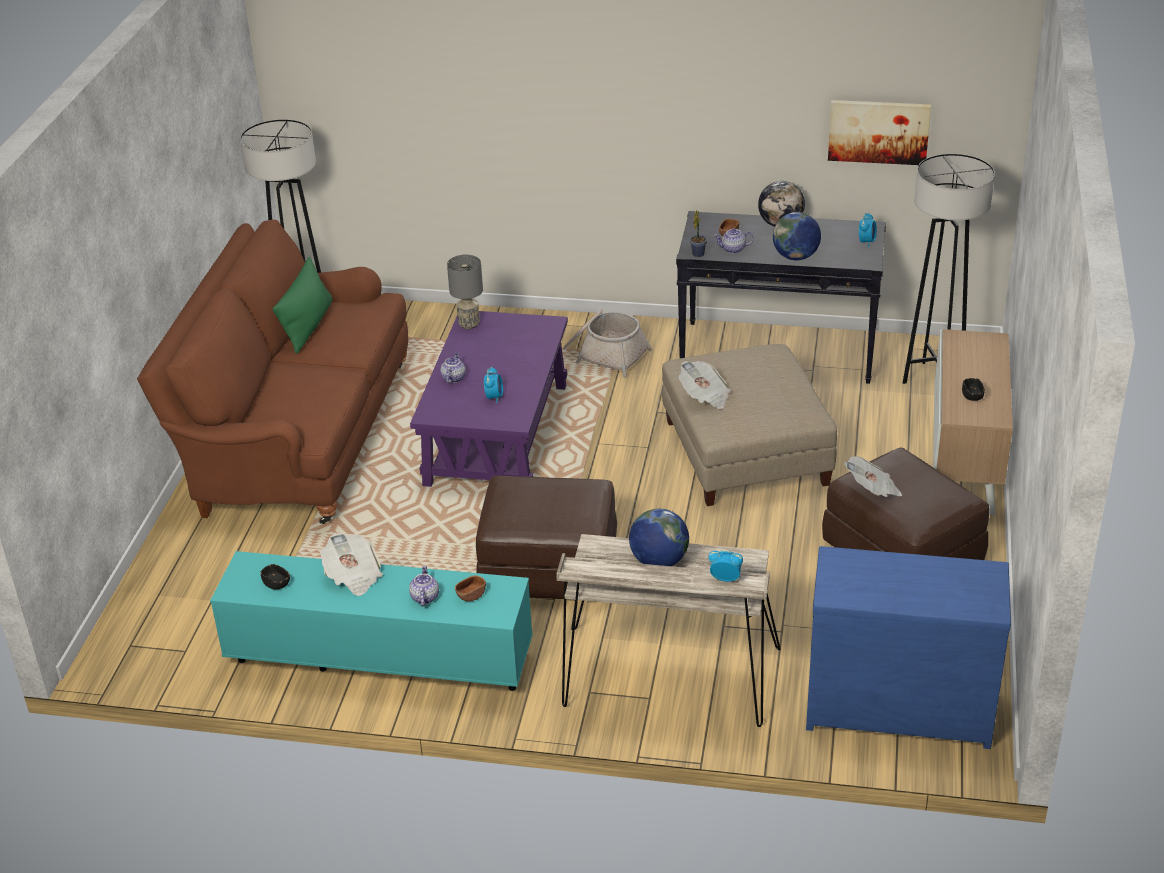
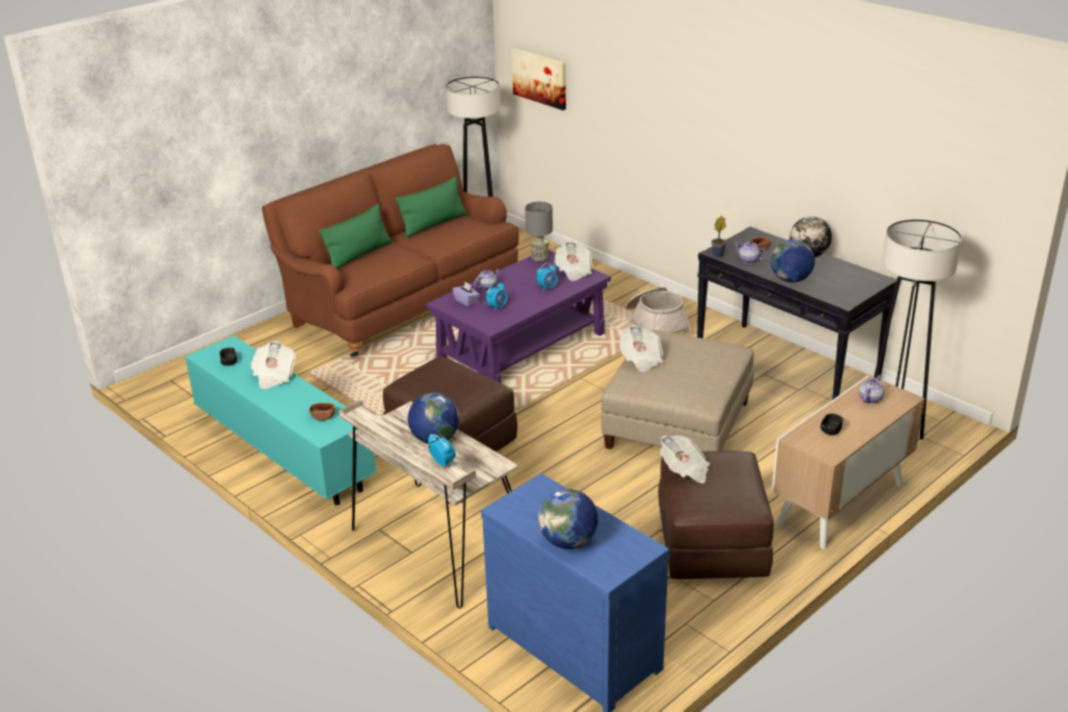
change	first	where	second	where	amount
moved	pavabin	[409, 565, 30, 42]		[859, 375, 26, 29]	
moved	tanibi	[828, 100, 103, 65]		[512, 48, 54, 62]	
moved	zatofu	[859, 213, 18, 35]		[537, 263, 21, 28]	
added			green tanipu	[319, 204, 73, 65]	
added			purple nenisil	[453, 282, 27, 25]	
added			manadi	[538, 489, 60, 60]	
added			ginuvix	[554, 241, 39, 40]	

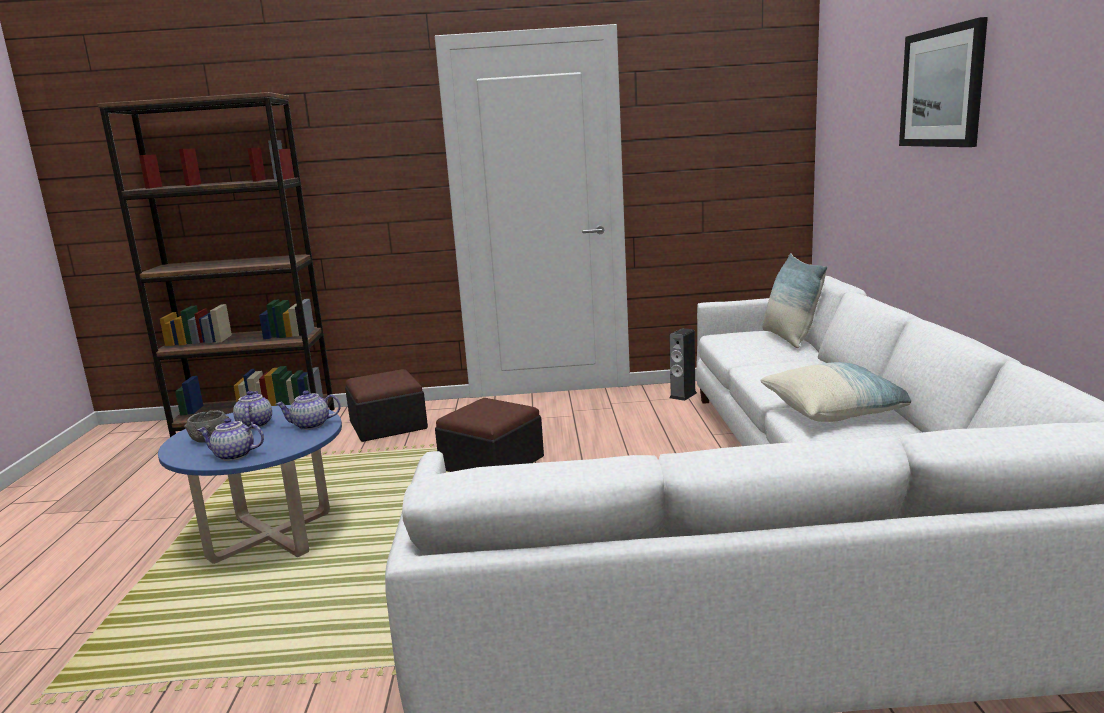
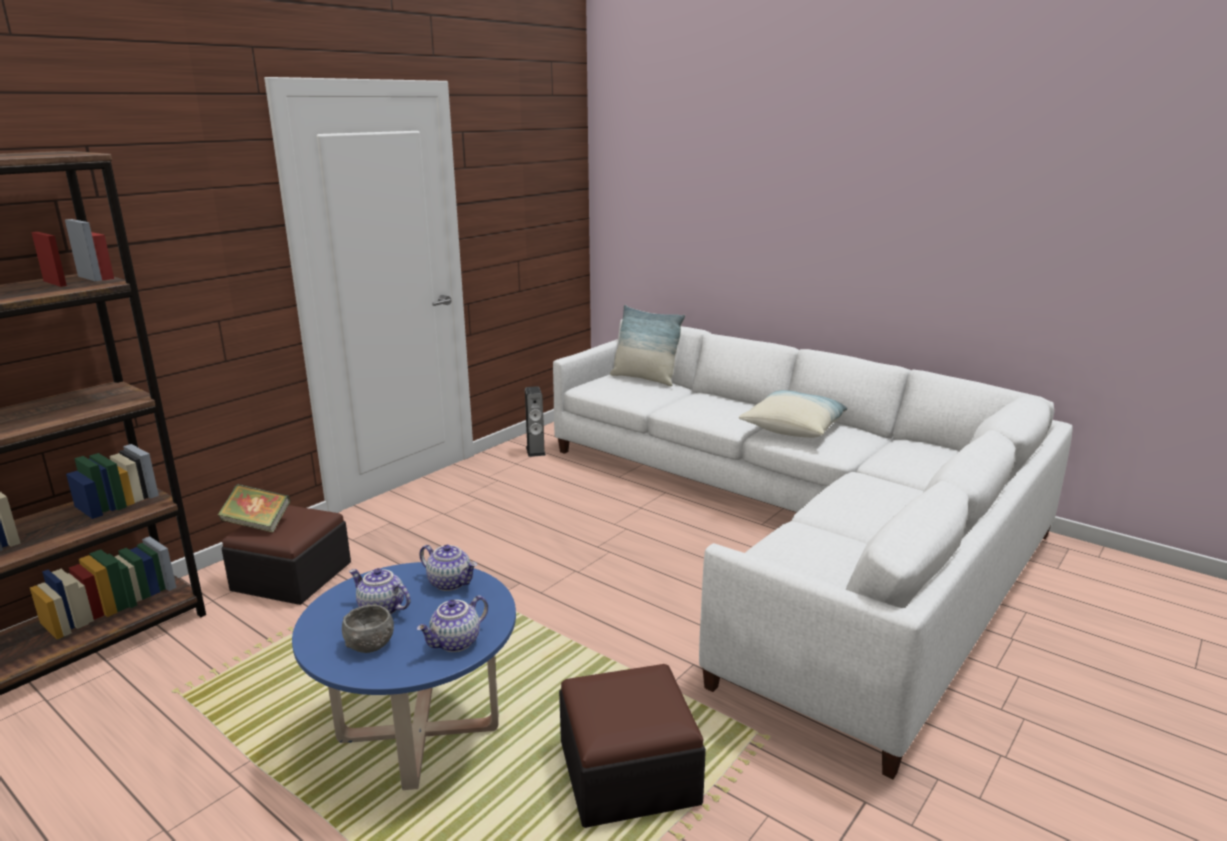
change	first	where	second	where	amount
turned	pavabin	[275, 391, 66, 39]		[419, 545, 58, 46]	90 degrees counterclockwise
moved	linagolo	[435, 398, 109, 74]		[559, 664, 147, 164]	
removed	tanibi	[899, 17, 89, 130]			
added			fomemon	[218, 484, 72, 49]	

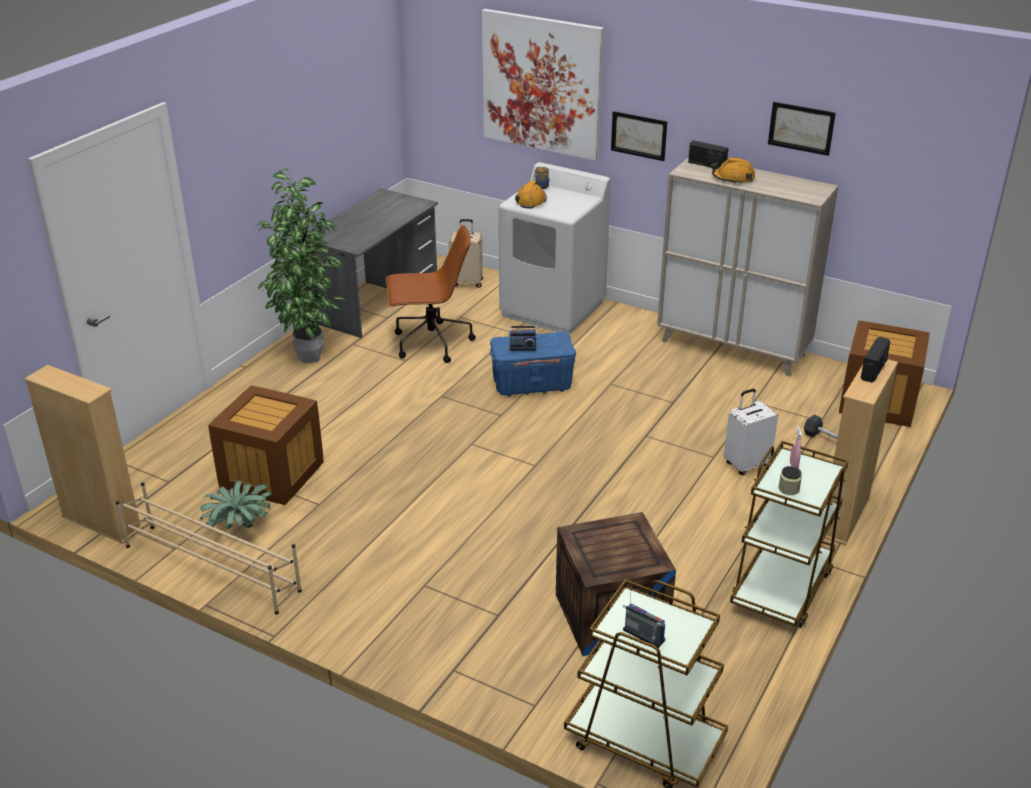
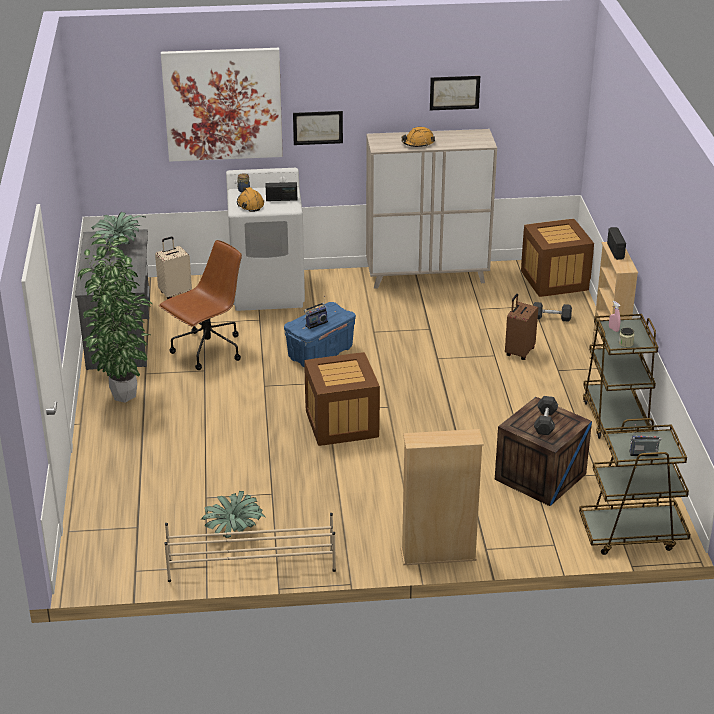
change	first	where	second	where	amount
moved	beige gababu	[24, 365, 119, 179]		[401, 429, 83, 136]	
moved	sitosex	[208, 385, 116, 120]		[305, 352, 75, 94]	
moved	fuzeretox	[688, 140, 40, 28]		[265, 182, 32, 19]	
recoloured	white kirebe	[724, 389, 54, 86]	brown kirebe	[505, 294, 33, 66]	
added			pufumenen	[91, 212, 54, 33]	
added			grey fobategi	[534, 396, 24, 39]	

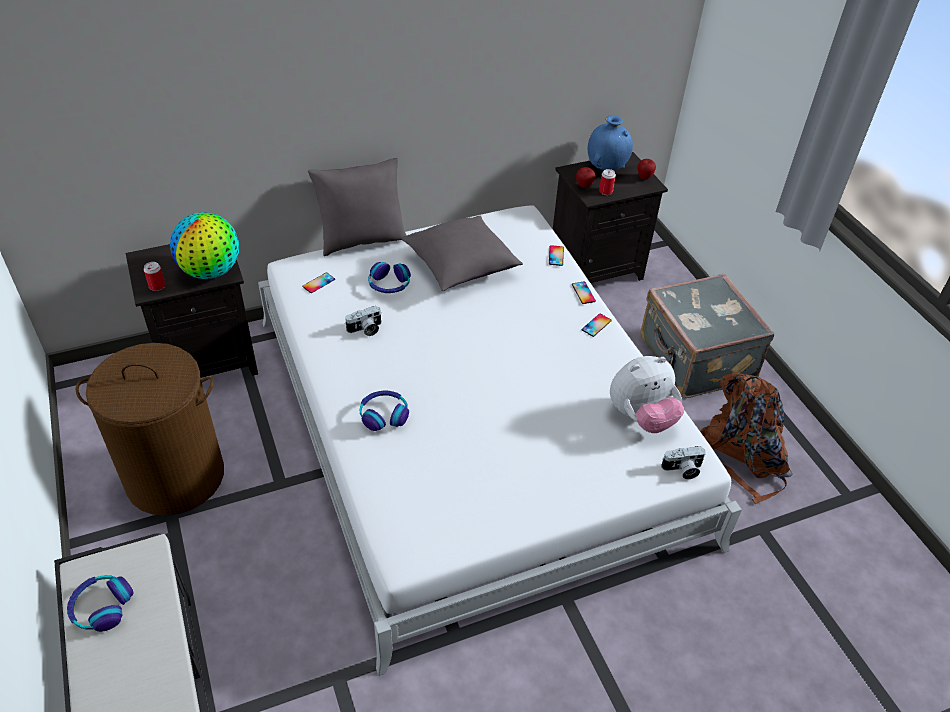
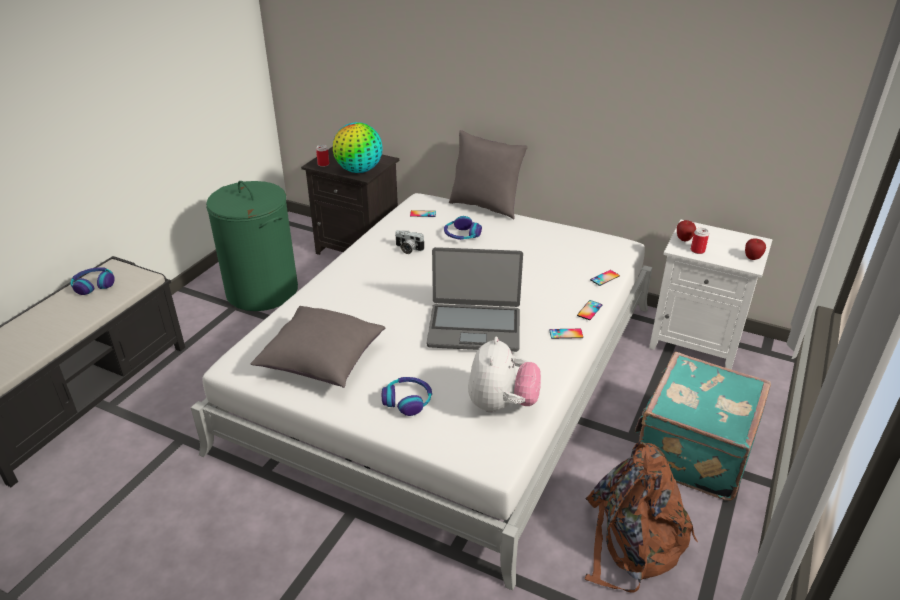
change	first	where	second	where	amount
recoloured	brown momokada	[75, 343, 149, 173]	green momokada	[206, 181, 92, 130]	
moved	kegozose	[360, 390, 49, 41]		[382, 377, 50, 39]	
moved	grey tanipu	[401, 216, 122, 75]		[251, 306, 134, 82]	
recoloured	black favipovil	[553, 152, 115, 131]	white favipovil	[649, 219, 124, 150]	
removed	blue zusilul	[588, 115, 45, 55]			
turned	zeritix	[610, 356, 74, 77]		[468, 337, 73, 76]	105 degrees counterclockwise
recoloured	grey kirebe	[640, 273, 134, 125]	turquoise kirebe	[635, 352, 136, 149]	
removed	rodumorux	[661, 446, 45, 33]			
added			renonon	[427, 247, 96, 105]	

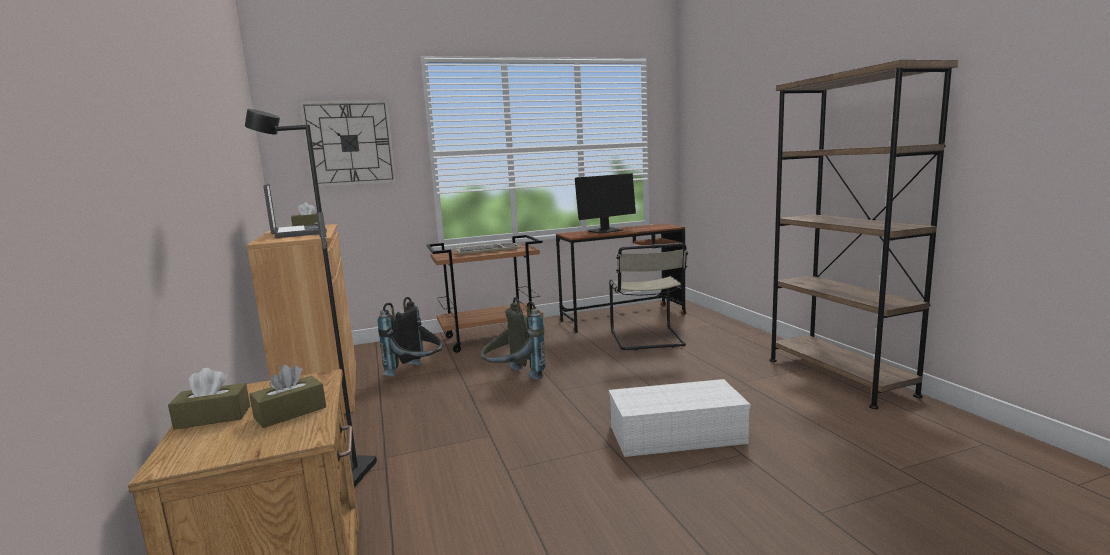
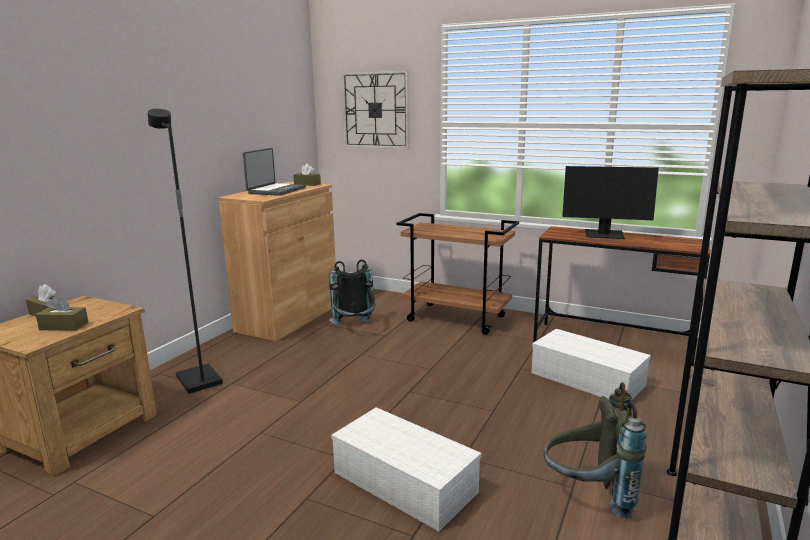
change	first	where	second	where	amount
removed	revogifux	[455, 242, 66, 12]			
moved	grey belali	[481, 297, 65, 83]		[543, 382, 104, 137]	
replaced	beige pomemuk	[609, 243, 79, 107]	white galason	[531, 329, 120, 71]	

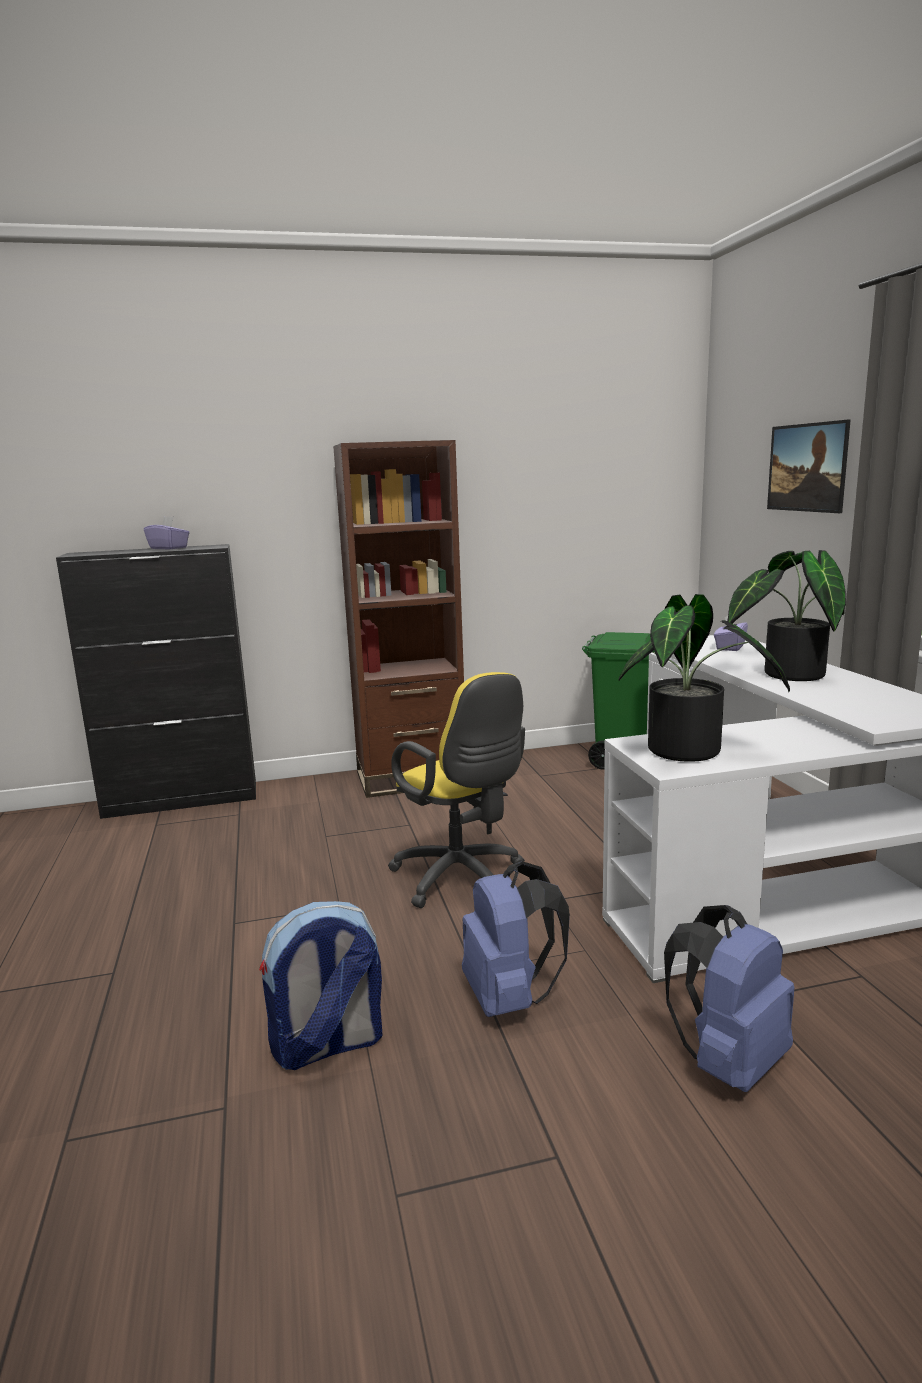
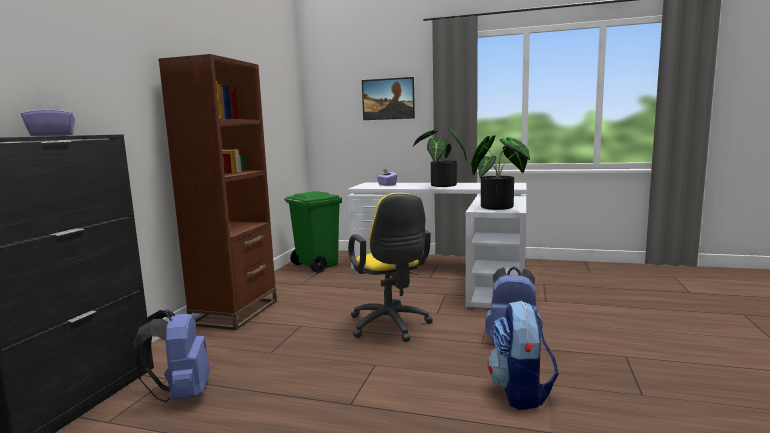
change	first	where	second	where	amount
turned	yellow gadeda	[388, 672, 137, 236]		[348, 193, 85, 149]	75 degrees clockwise
moved	blue belali	[664, 905, 130, 187]		[133, 310, 77, 92]	

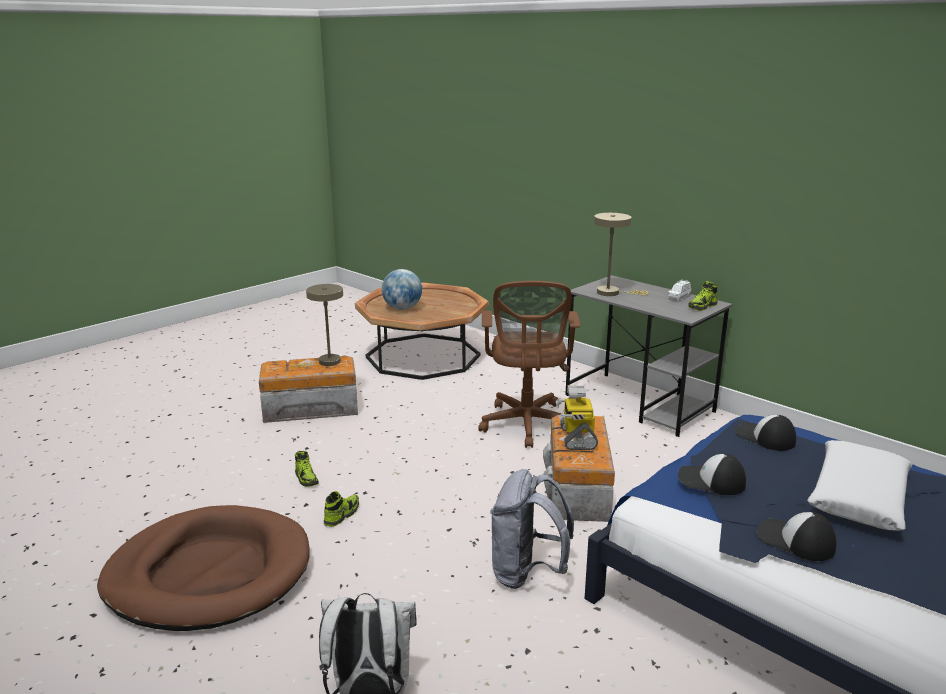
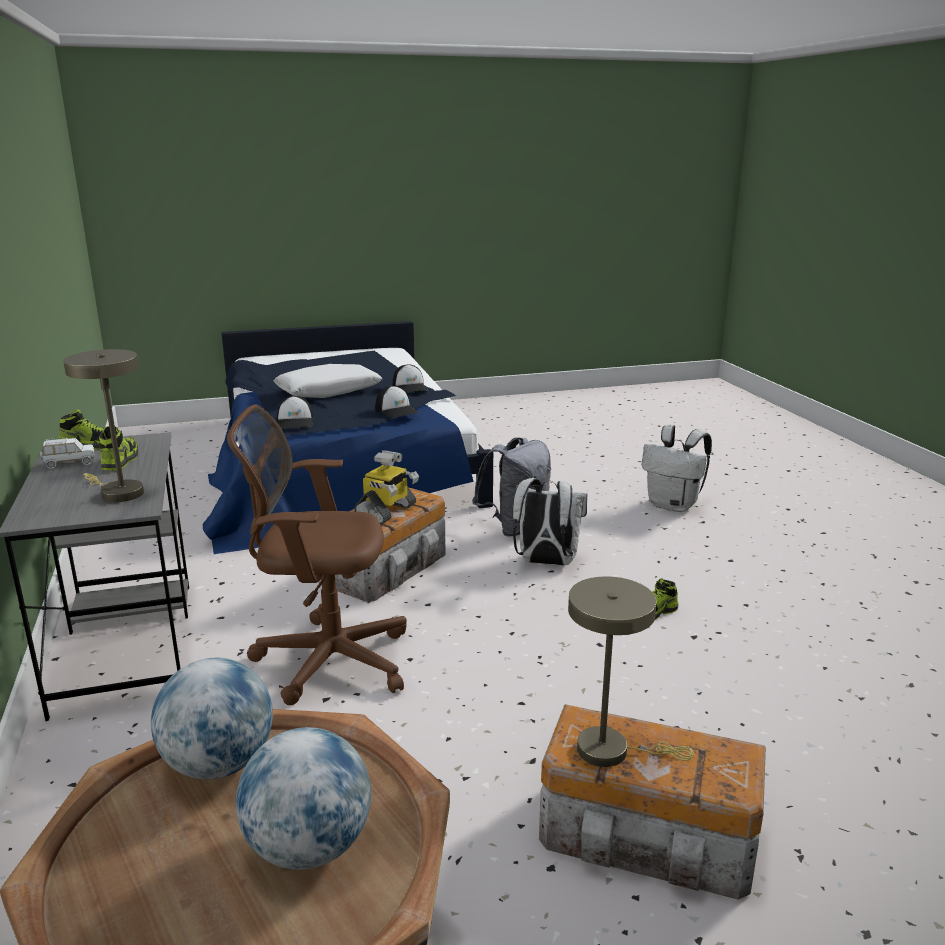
change	first	where	second	where	amount
removed	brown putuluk	[97, 505, 213, 126]			
moved	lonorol	[295, 451, 24, 36]		[99, 426, 39, 44]	
turned	brown gadeda	[478, 281, 102, 167]		[227, 404, 180, 301]	120 degrees counterclockwise
added			manadi	[151, 658, 122, 122]	
added			white belali	[512, 478, 75, 88]	

